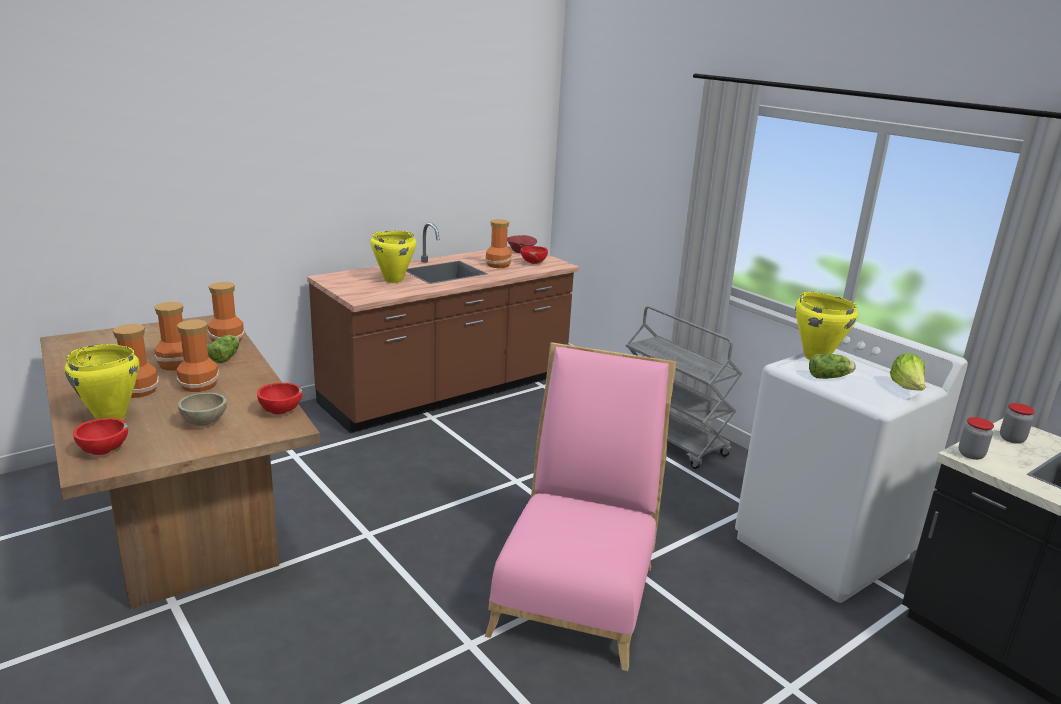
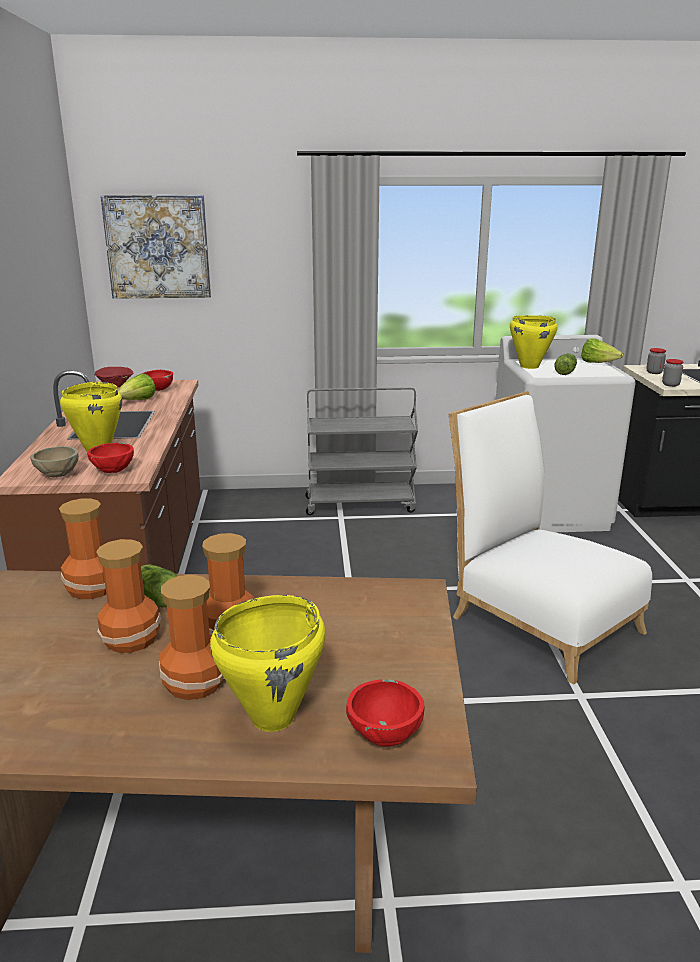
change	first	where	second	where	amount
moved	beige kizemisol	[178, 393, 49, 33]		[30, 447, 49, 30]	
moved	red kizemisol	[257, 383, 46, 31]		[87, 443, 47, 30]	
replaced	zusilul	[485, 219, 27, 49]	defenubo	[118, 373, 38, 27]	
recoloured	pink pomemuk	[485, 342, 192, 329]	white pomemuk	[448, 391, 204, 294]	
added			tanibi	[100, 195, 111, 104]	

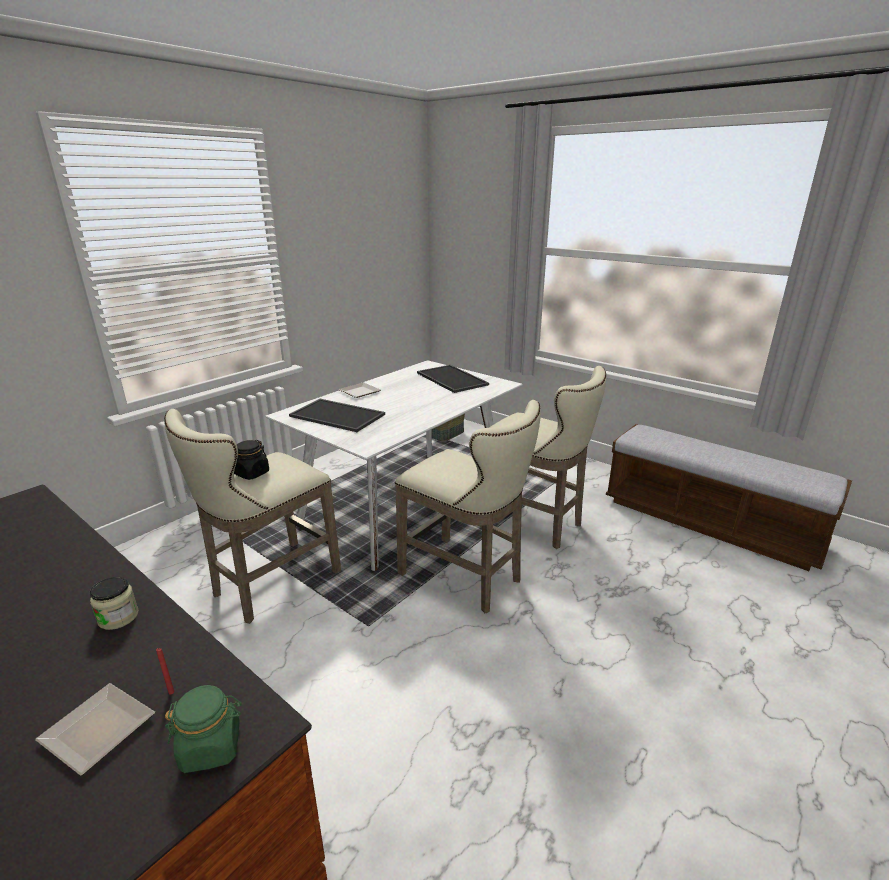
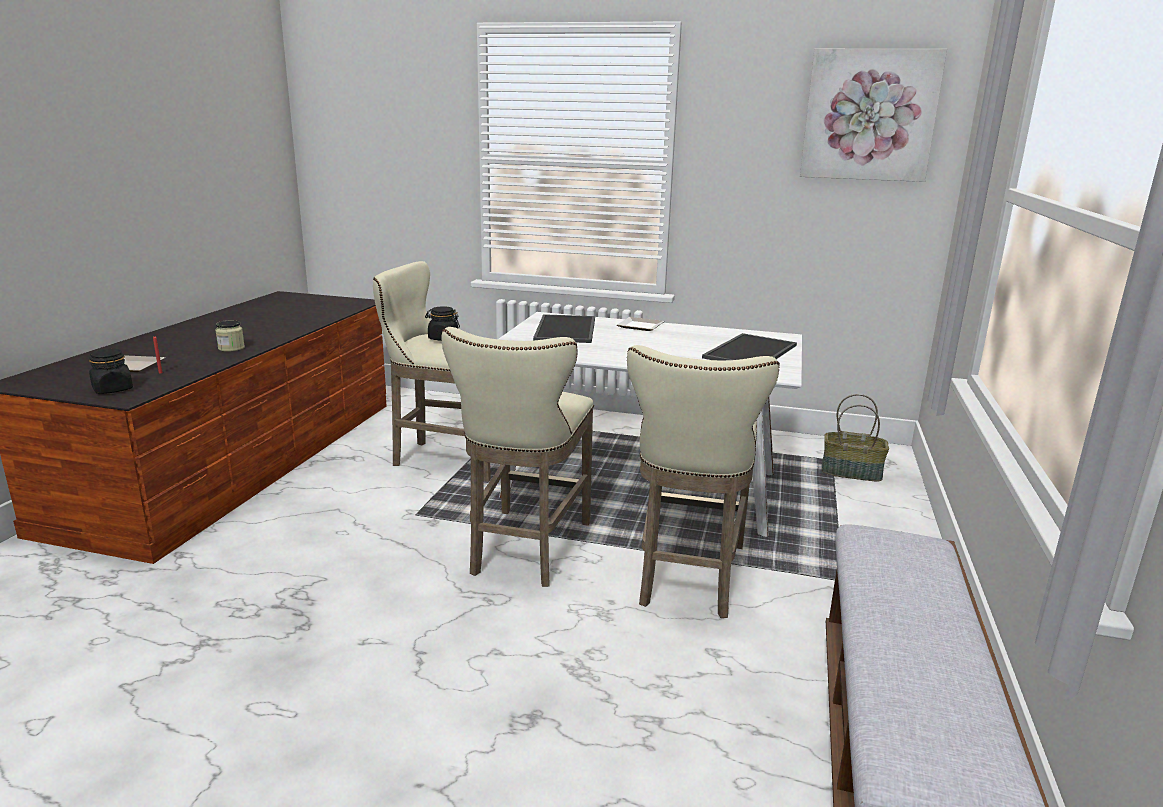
change	first	where	second	where	amount
recoloured	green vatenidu	[165, 685, 77, 88]	black vatenidu	[89, 349, 44, 45]	
added			tanibi	[800, 49, 147, 133]	

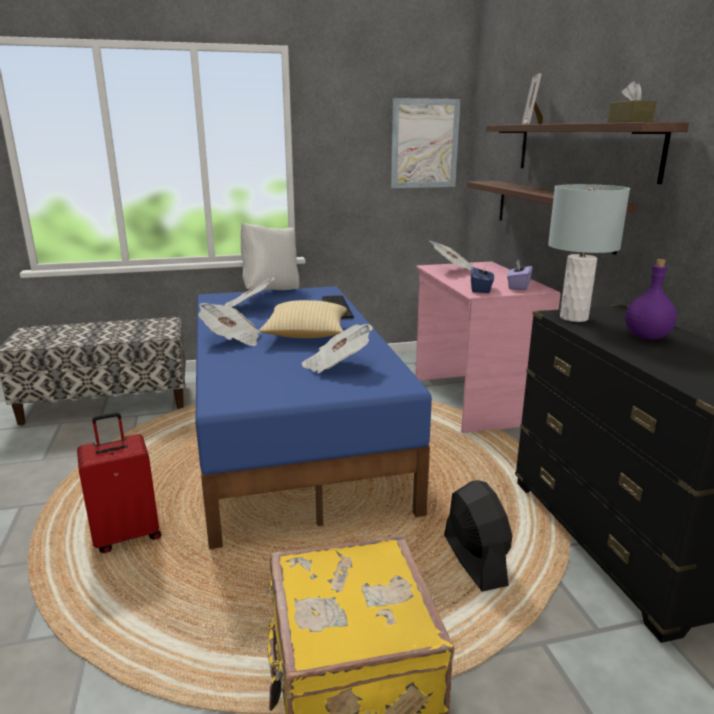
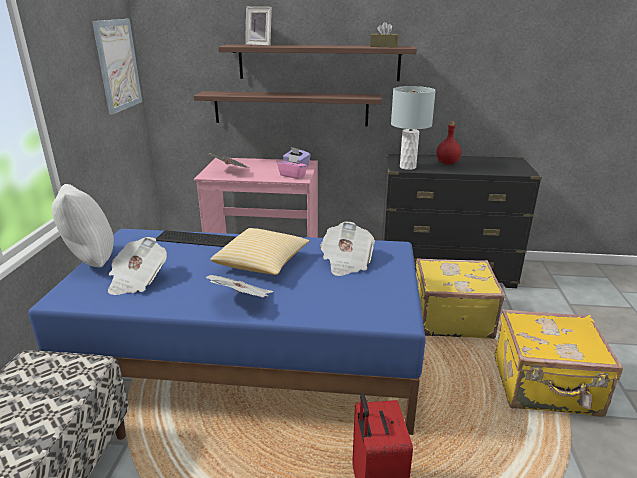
change	first	where	second	where	amount
replaced	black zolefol	[444, 480, 68, 112]	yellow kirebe	[416, 258, 89, 81]	
recoloured	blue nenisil	[471, 263, 23, 30]	pink nenisil	[277, 154, 31, 25]	
recoloured	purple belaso	[625, 259, 52, 81]	red belaso	[436, 121, 25, 43]	

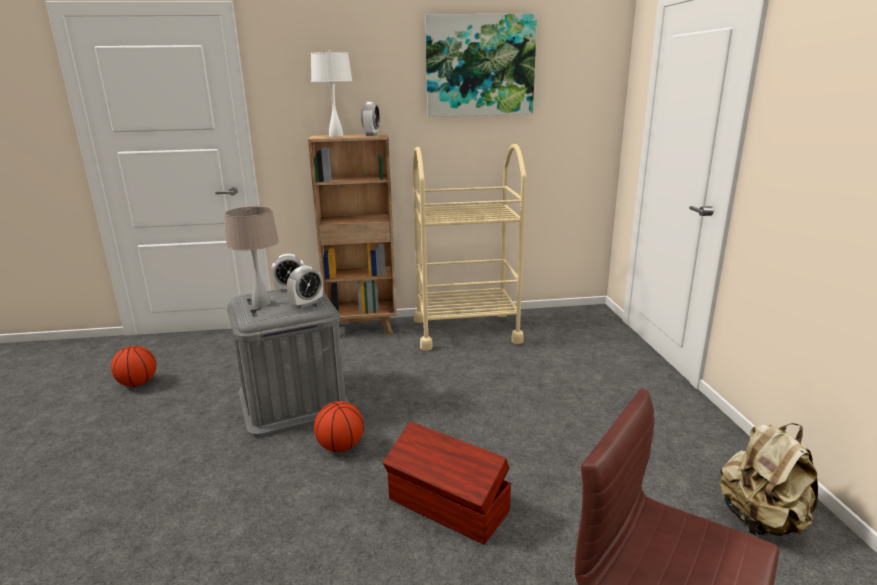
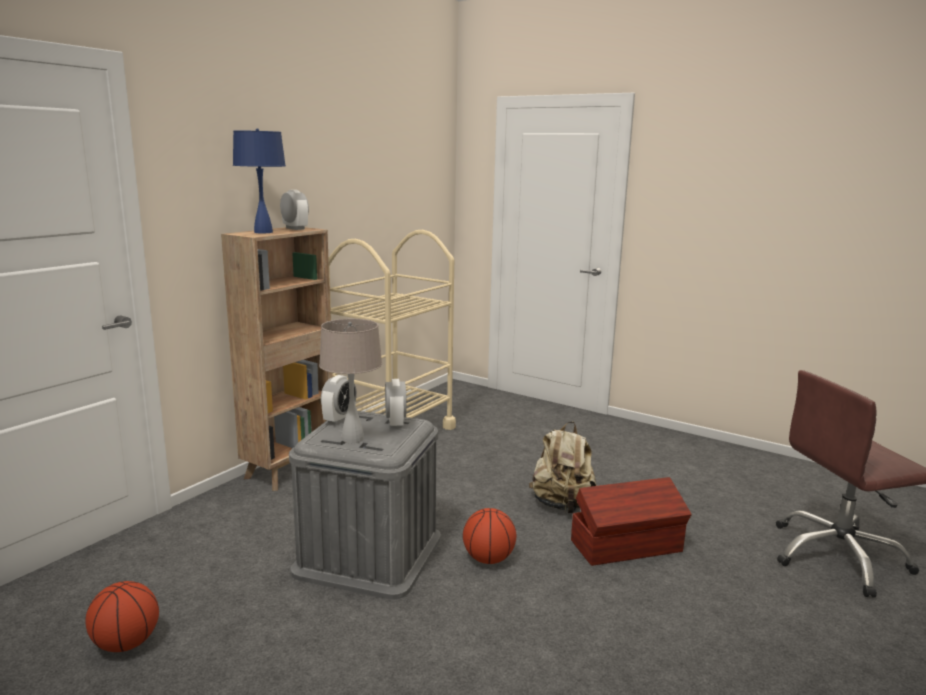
change	first	where	second	where	amount
recoloured	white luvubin	[311, 50, 41, 87]	blue luvubin	[233, 128, 53, 105]	
removed	tanibi	[425, 14, 112, 103]			
moved	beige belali	[719, 423, 99, 113]		[529, 421, 68, 92]	

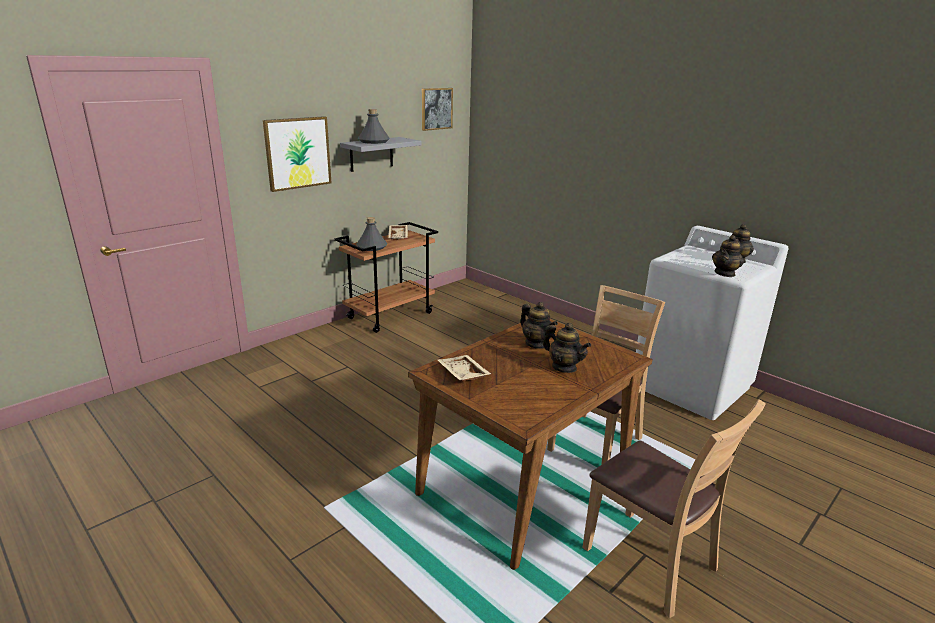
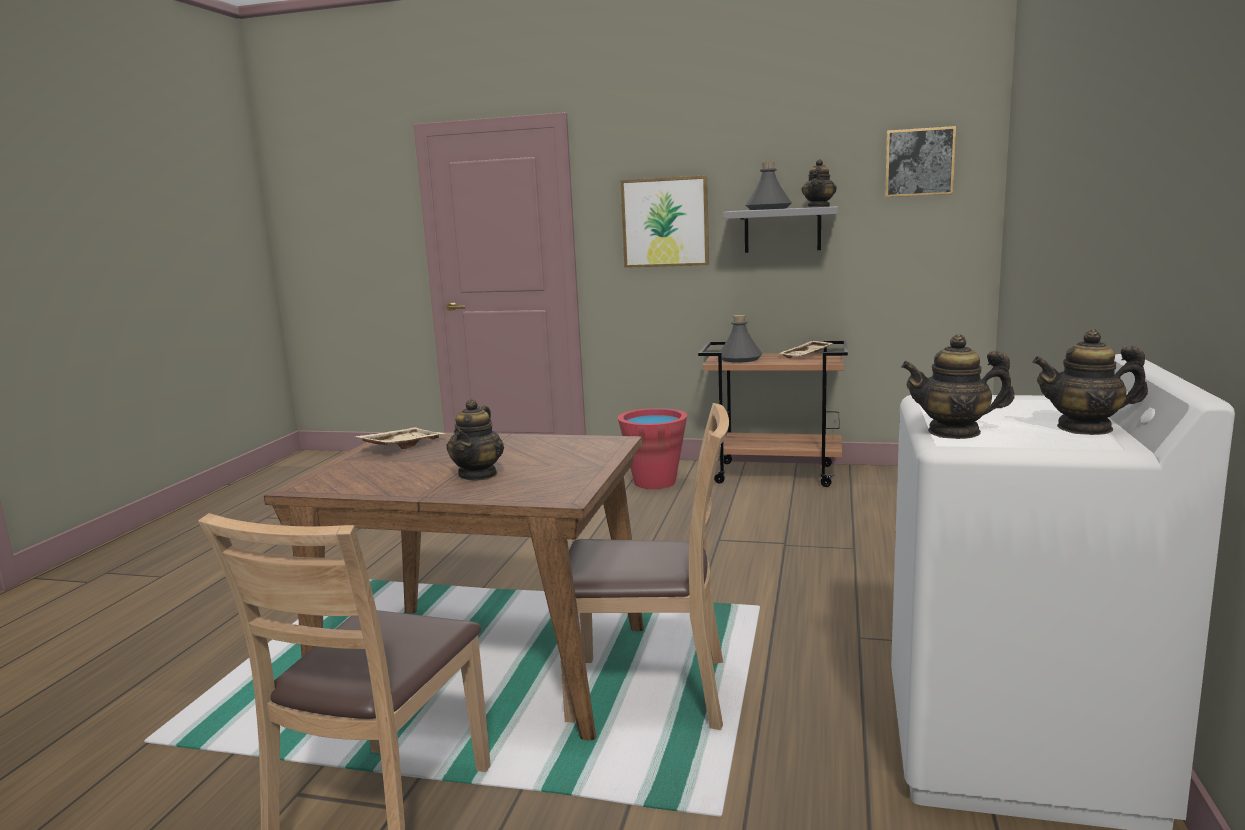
change	first	where	second	where	amount
moved	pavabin	[520, 302, 38, 47]		[801, 159, 36, 48]	
added			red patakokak	[618, 408, 69, 81]	

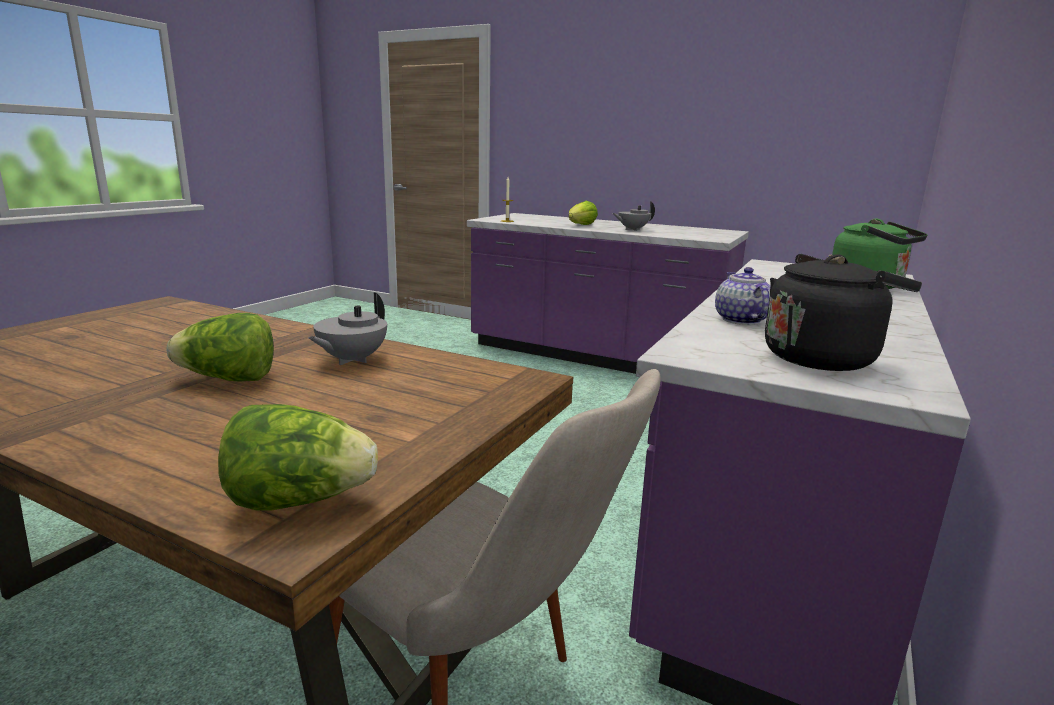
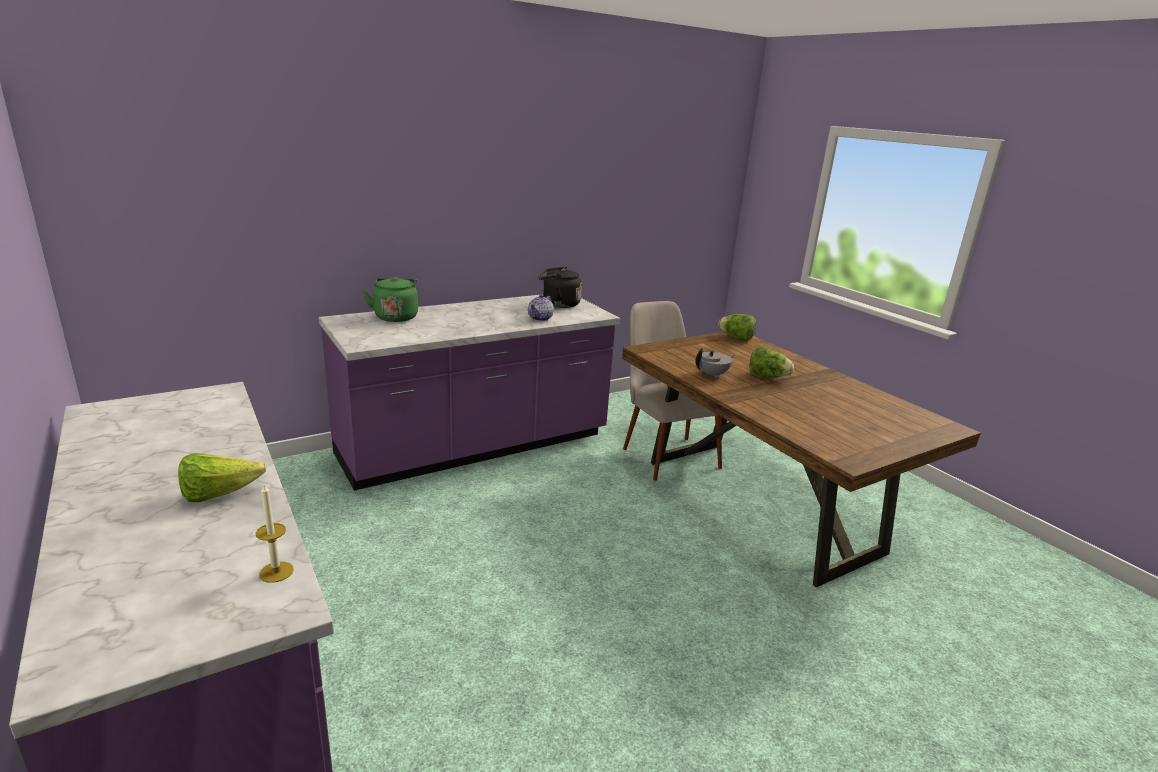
change	first	where	second	where	amount
removed	grey pavabin	[612, 201, 43, 30]			

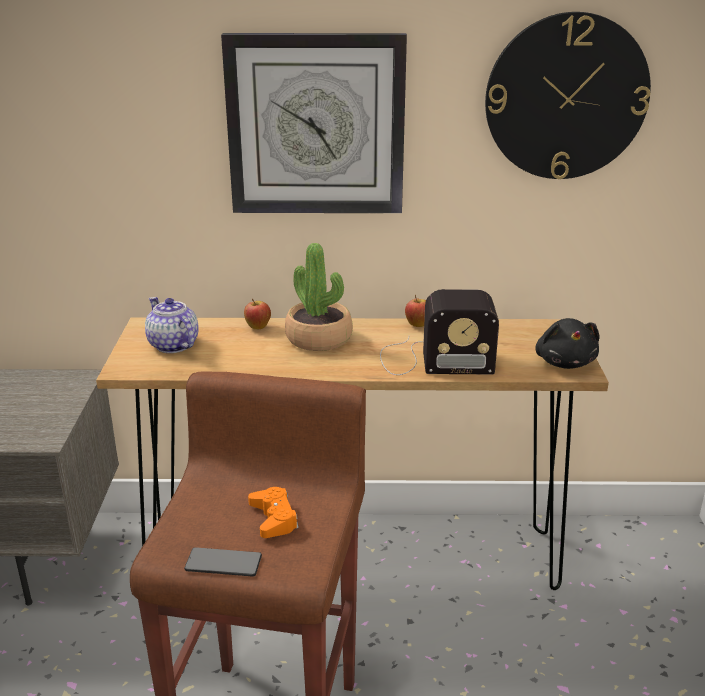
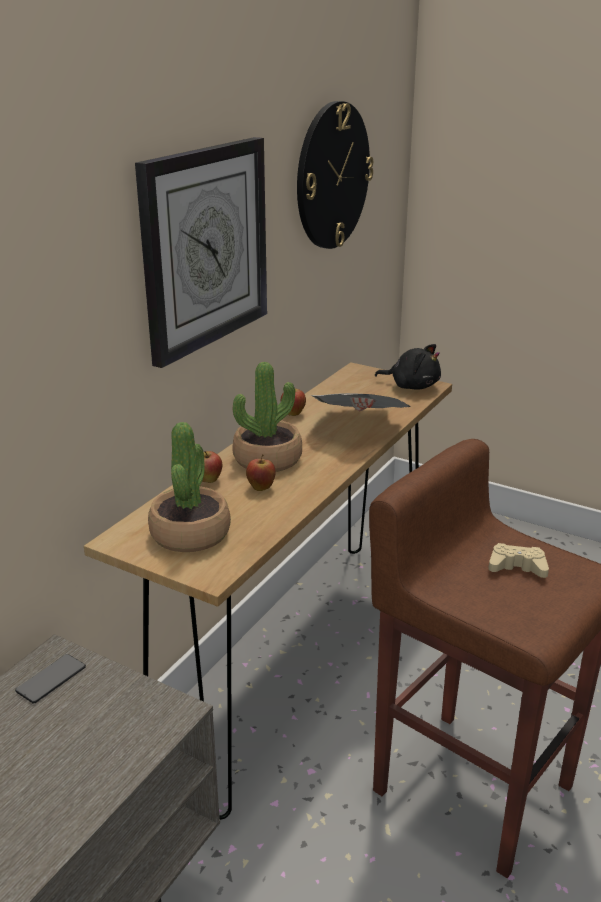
change	first	where	second	where	amount
replaced	pavabin	[145, 297, 54, 56]	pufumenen	[148, 422, 83, 130]	
moved	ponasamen	[184, 547, 78, 30]		[15, 654, 71, 50]	
recoloured	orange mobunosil	[248, 487, 51, 51]	beige mobunosil	[488, 543, 61, 35]	
replaced	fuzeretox	[380, 289, 119, 86]	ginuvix	[310, 393, 101, 18]	
added			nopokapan	[246, 454, 30, 37]	

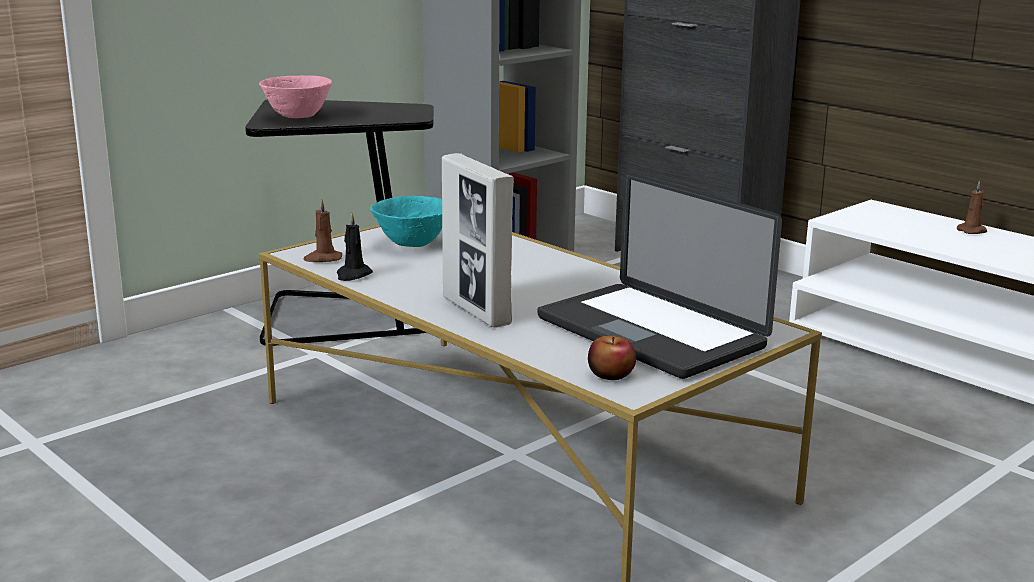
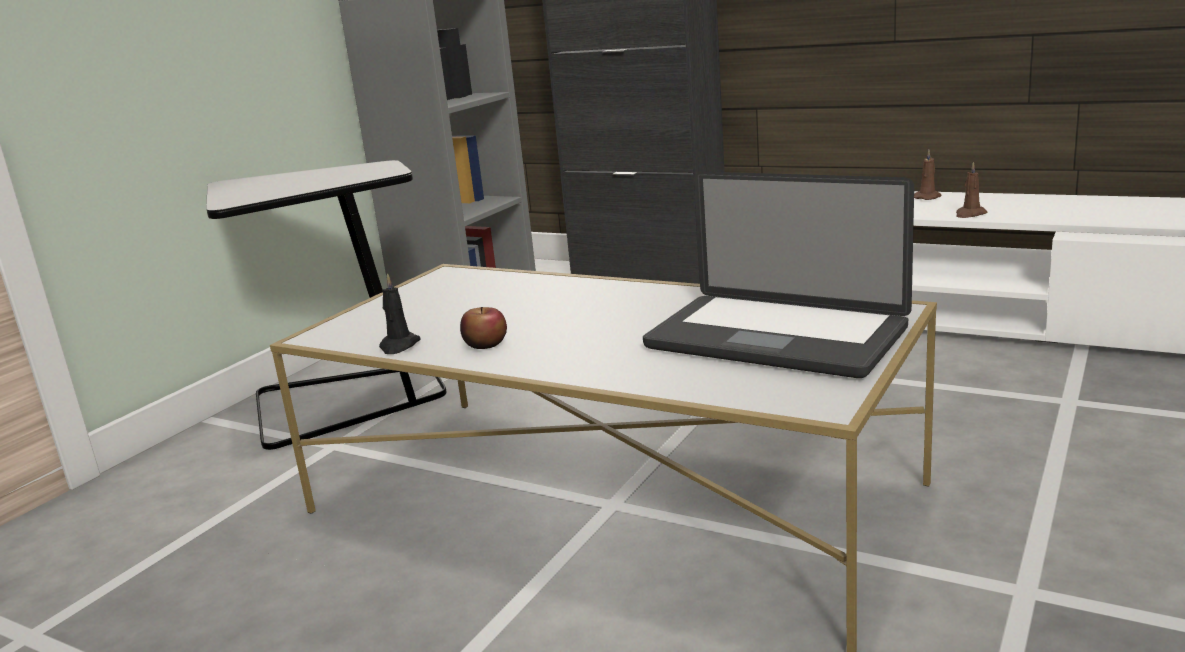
change	first	where	second	where	amount
removed	pink kizemisol	[259, 75, 73, 43]			
moved	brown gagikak	[304, 199, 38, 63]		[956, 162, 31, 56]	
removed	turquoise kizemisol	[370, 196, 72, 51]			
removed	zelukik	[442, 153, 72, 175]			
moved	nopokapan	[588, 336, 48, 44]		[460, 307, 47, 42]	

